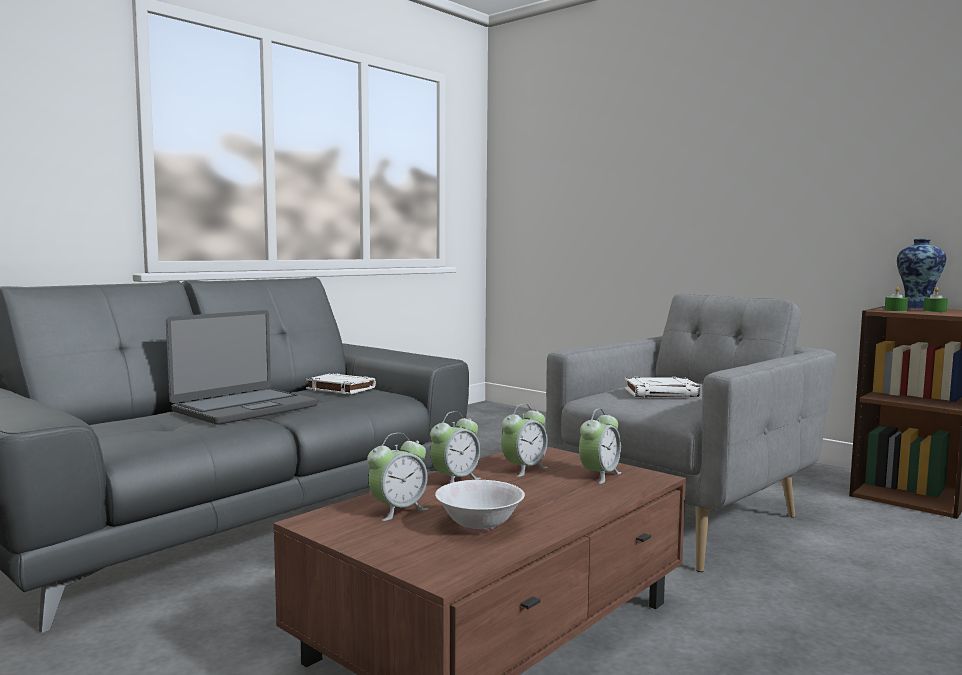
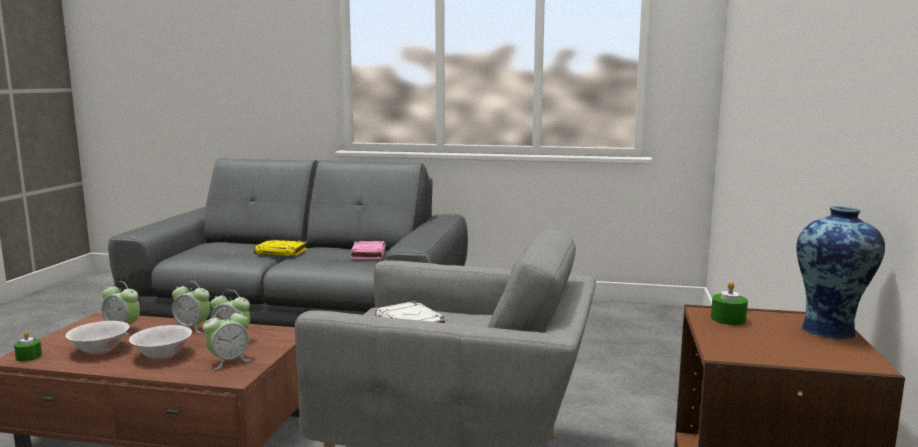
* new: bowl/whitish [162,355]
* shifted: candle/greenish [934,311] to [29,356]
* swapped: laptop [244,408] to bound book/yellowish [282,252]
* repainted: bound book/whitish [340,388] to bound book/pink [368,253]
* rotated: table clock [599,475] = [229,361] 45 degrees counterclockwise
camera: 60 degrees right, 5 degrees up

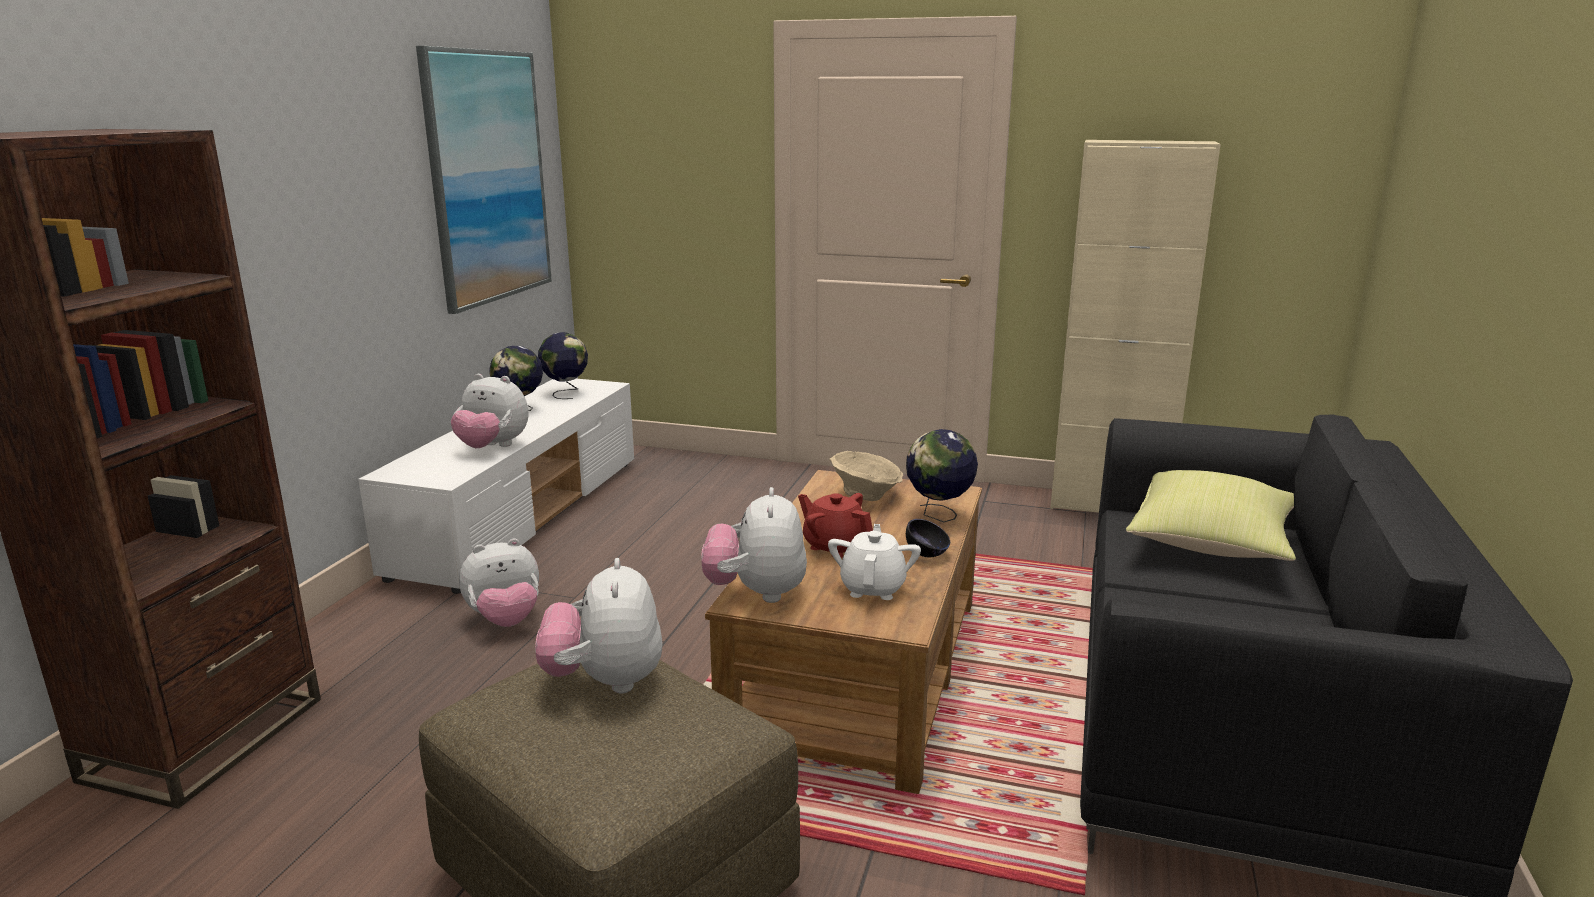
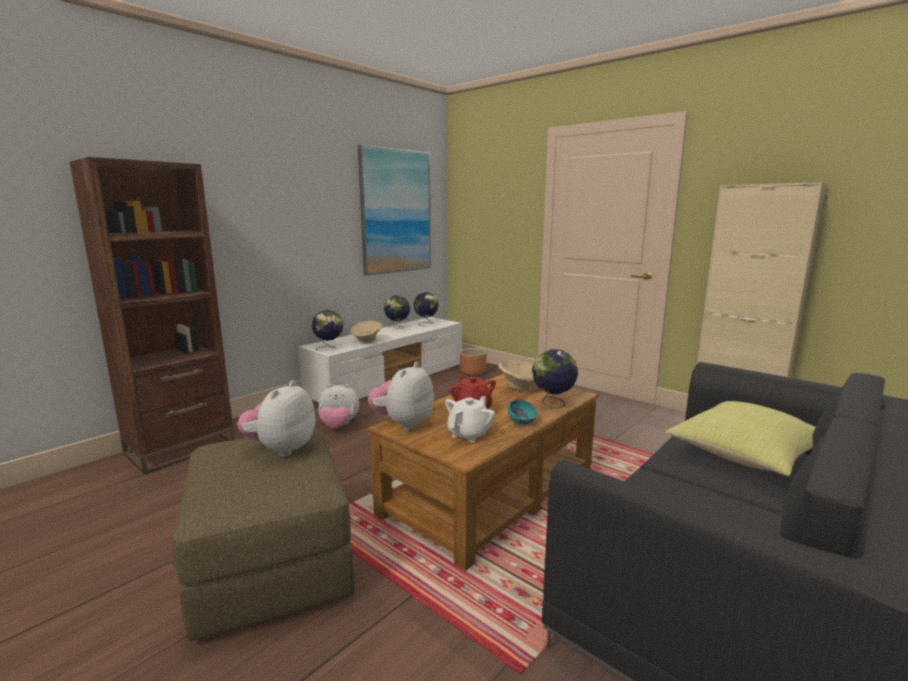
* new: globe [329,348]
* new: planter/brown [473,374]
* swapped: cuddly toy [492,447] to bowl/sand-coloured [366,341]
* repainted: bowl/blackish [927,554] to bowl/turquoise [521,423]
camera: 25 degrees right, 5 degrees down

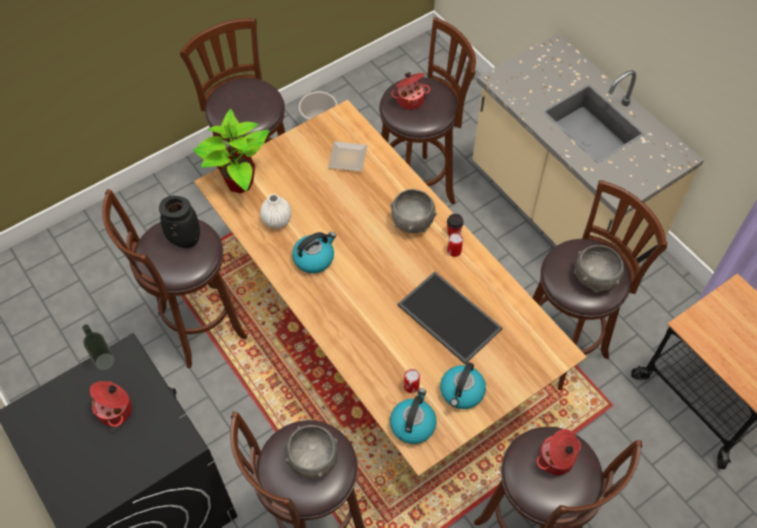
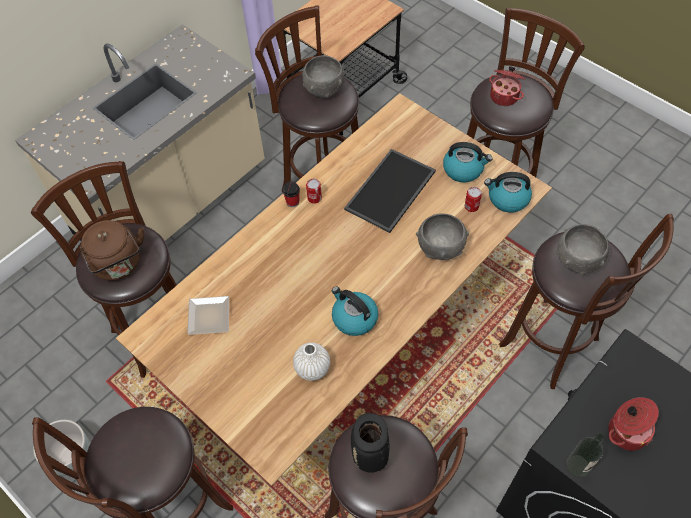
* gone: houseplant [239,183]
* shifted: bowl/gray [412,221] to [440,247]
* swapped: cooking pot [410,99] to water kettle/brown [119,265]
camera: 100 degrees left, 0 degrees up

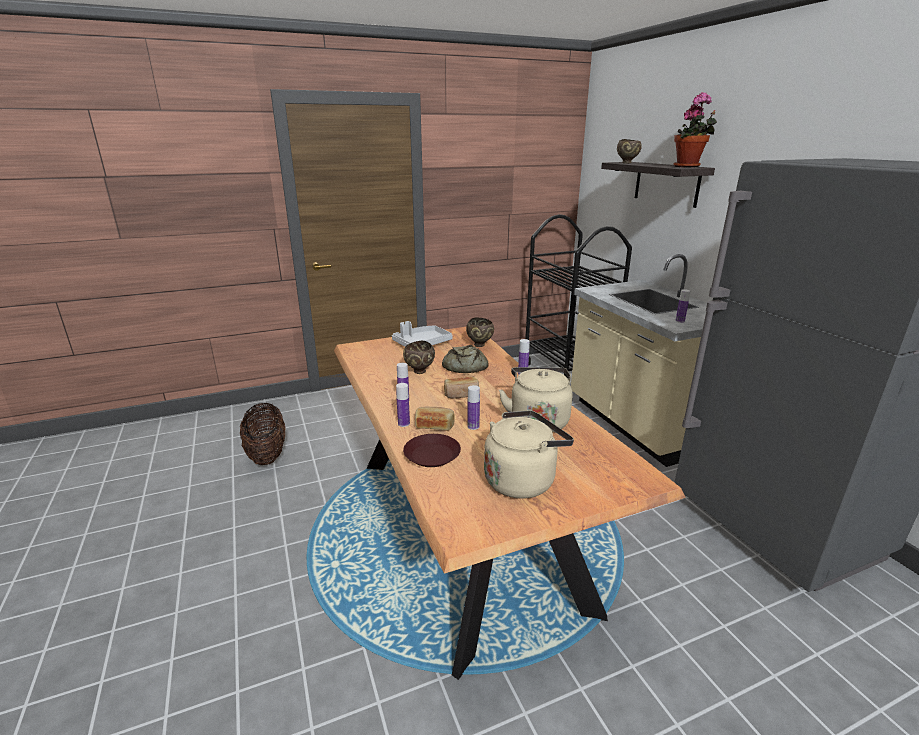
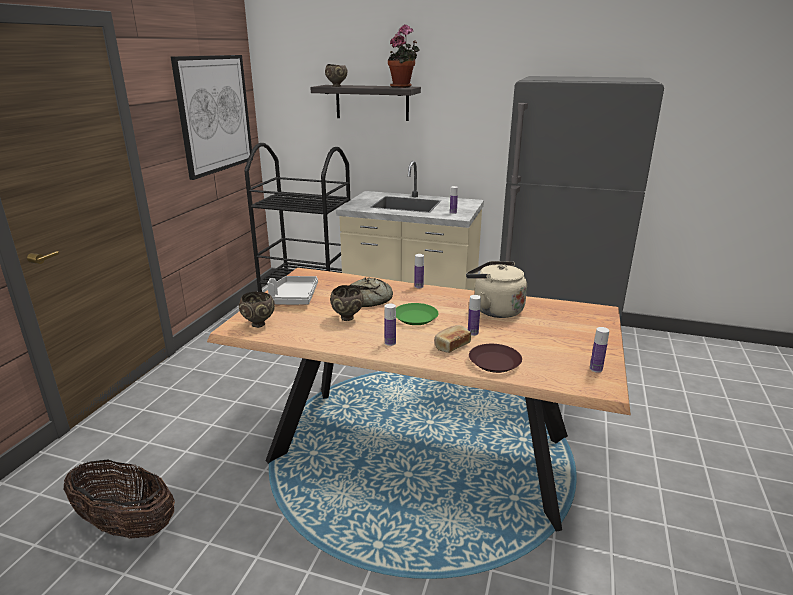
* gone: water kettle/sand-coloured [522,480]
* new: picture [215,114]
* shifted: beverage bottle [403,423] to [596,369]
* shifted: bowl/brown [480,345] to [259,324]
* swapped: baked bread [461,394] to dinner plate/greenish [415,318]
camera: 50 degrees left, 0 degrees up

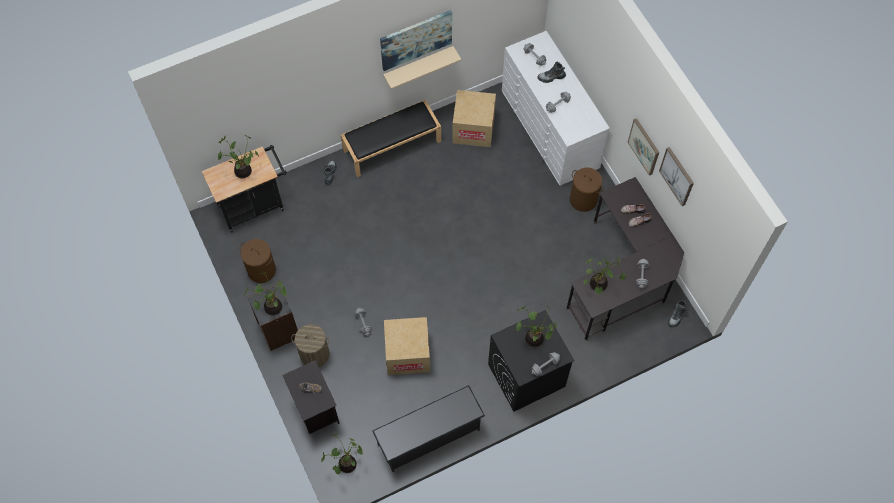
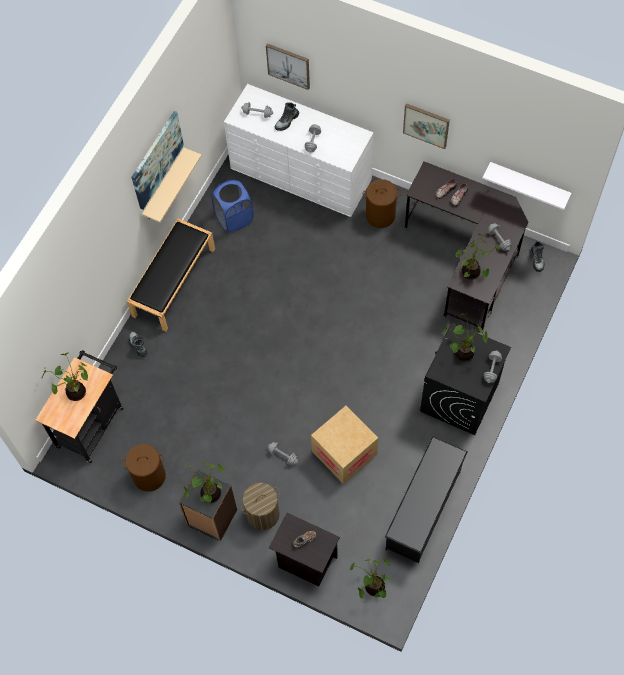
* new: shelf/whitish [529,183]
* shifted: picture [677,176] to [288,65]
* swapped: cardboard box [473,129] to washing basket/blue-coloured [234,218]
camera: 35 degrees left, 0 degrees up

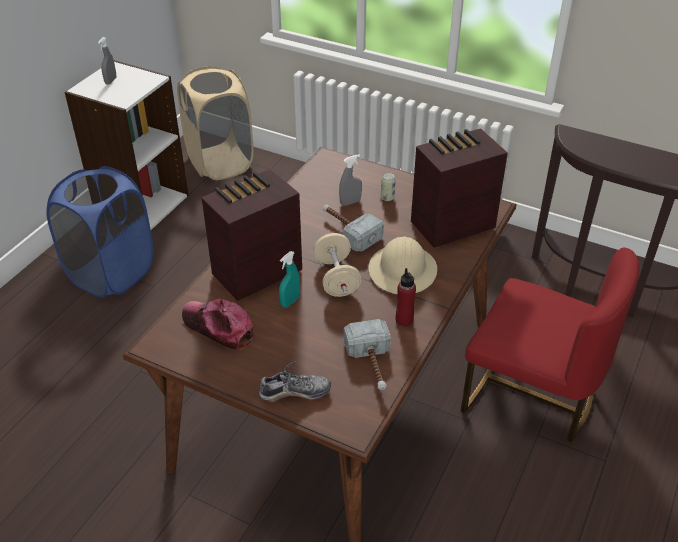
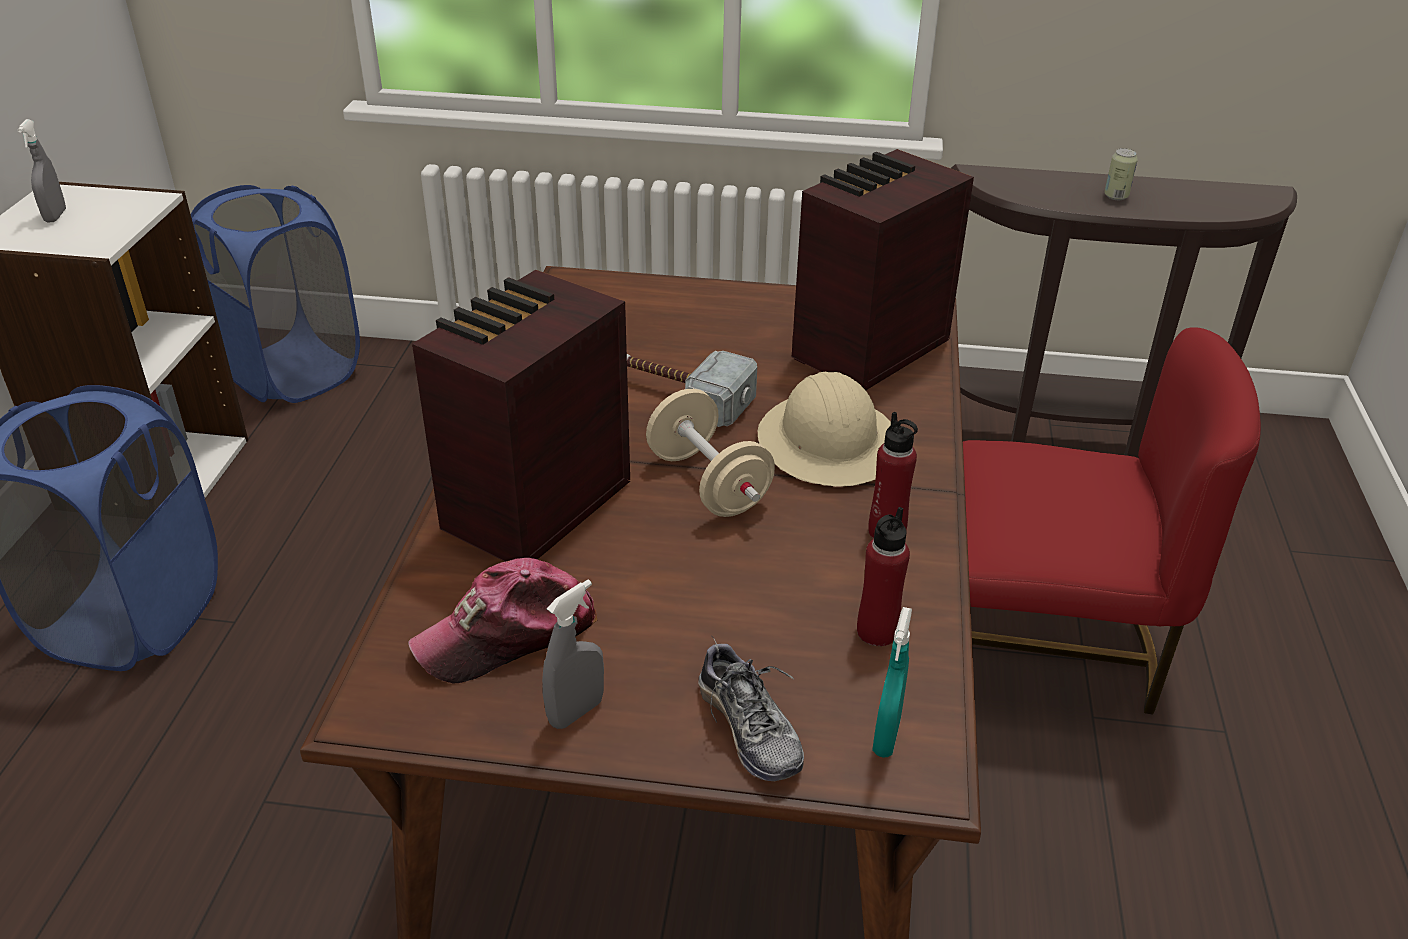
* shifted: hand sprayer/turquoise [290,301] to [886,736]
* shifted: hand sprayer/gray [350,202] to [576,712]
* shifted: metal can [387,198] to [1116,196]
* swapped: tool hammer [372,365] to beverage bottle/red-coloured [876,631]
* repainted: washing basket/sand-coloured [220,162] to washing basket/blue-coloured [292,372]
* rotated: baseball cap [219,327] = [508,634] 45 degrees counterclockwise
* rotated: shoe [295,392] = [749,729] 90 degrees clockwise
camera: 20 degrees left, 5 degrees down

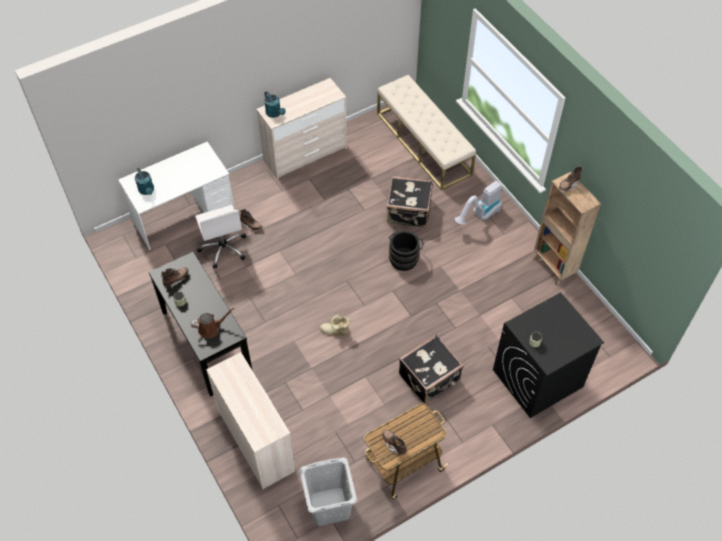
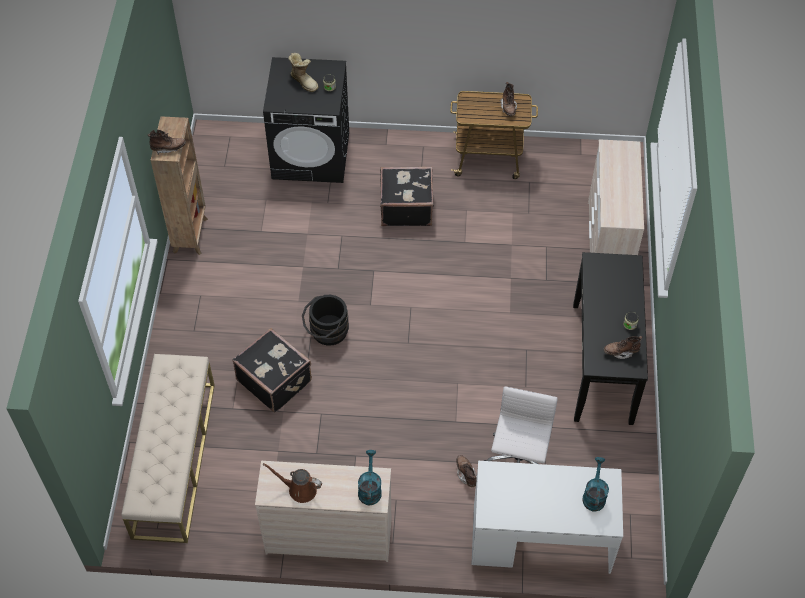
* gone: washing basket/gray [330,506]
* gone: vacuum cleaner [479,216]
* shifted: watering can/brown [211,328] to [299,489]
* shifted: tall boot [335,331] to [304,81]
camera: 145 degrees left, 0 degrees up

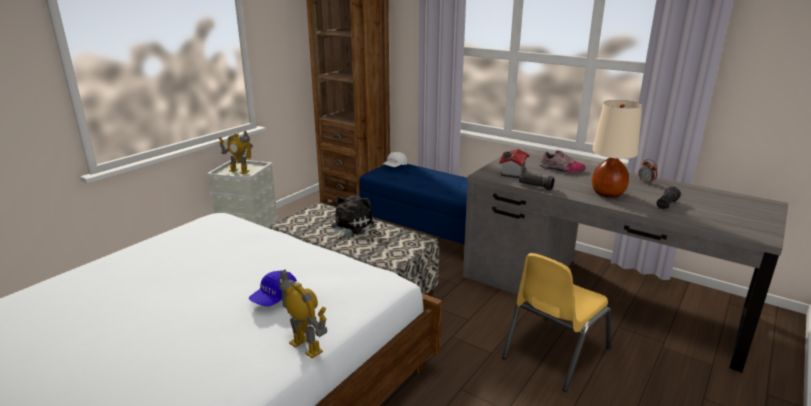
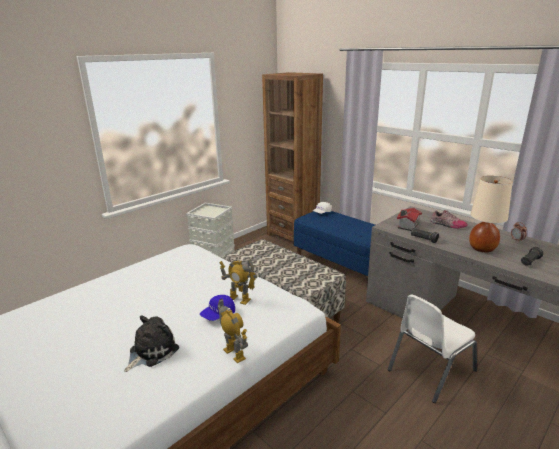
* shifted: robot figure [239,171] to [239,299]
* shifted: cuddly toy [350,226] to [151,351]
* repainted: upright chair/yellowish [554,352] to upright chair/whitish [430,370]
camera: 10 degrees right, 0 degrees up

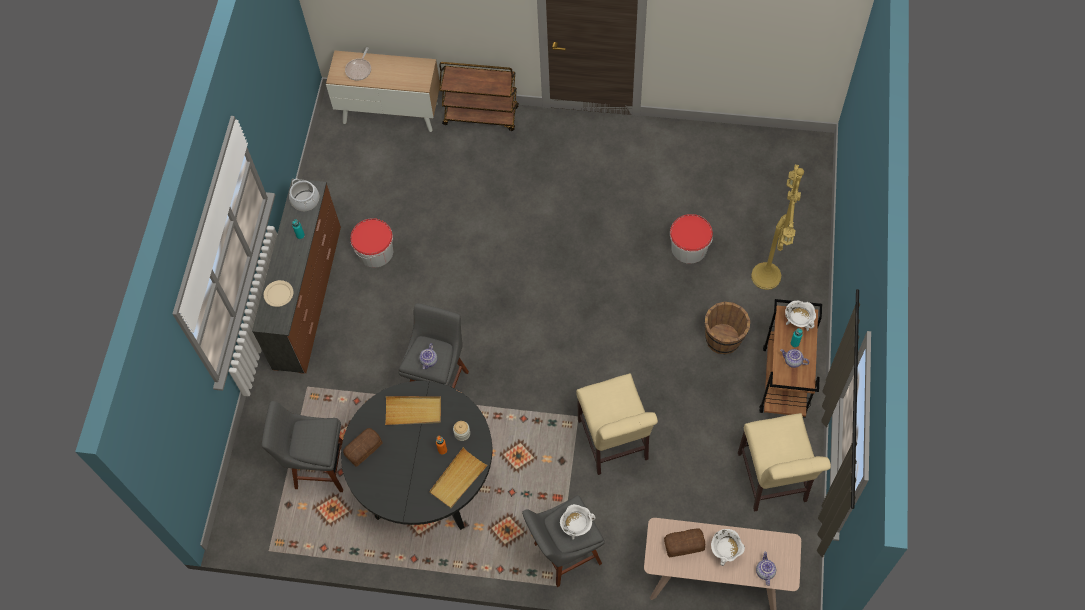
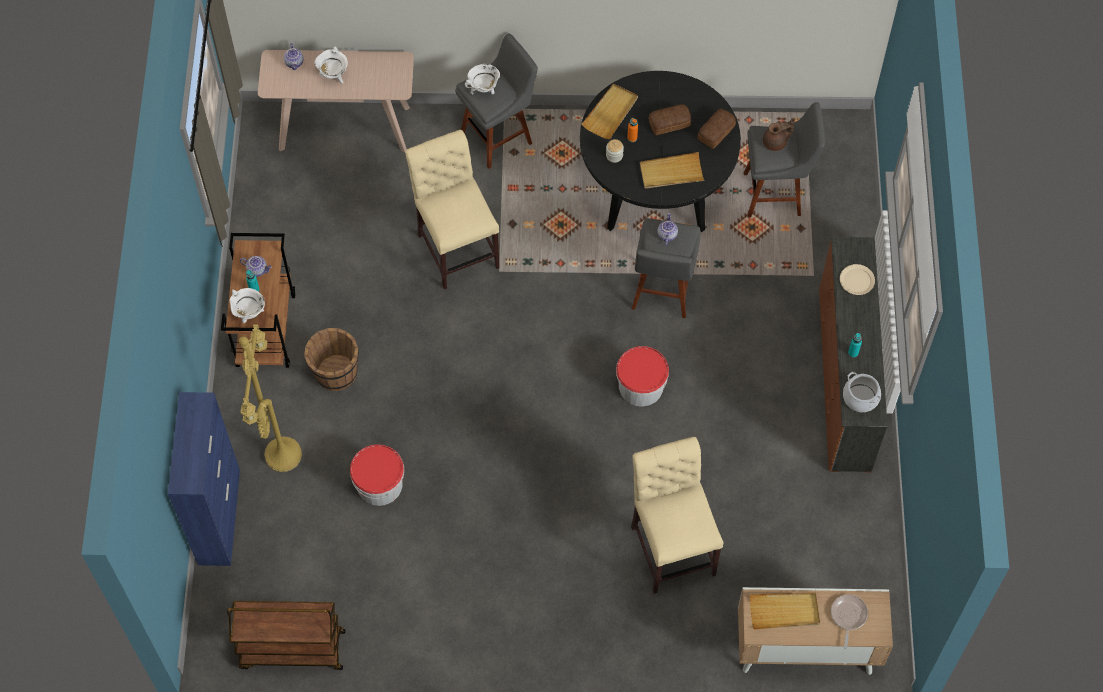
* new: storage cabinet/blue-coloured [219,516]
* new: serving tray/sand-coloured [784,611]
* new: teapot/brown [776,142]
* shifted: water bucket [375,251] to [641,386]
* shifted: trolley/brown [481,115] to [291,650]
* shifted: baked bread [683,544] to [670,123]
* shifted: upright chair/sand-coloured [772,481] to [671,545]
camera: 170 degrees right, 0 degrees up

